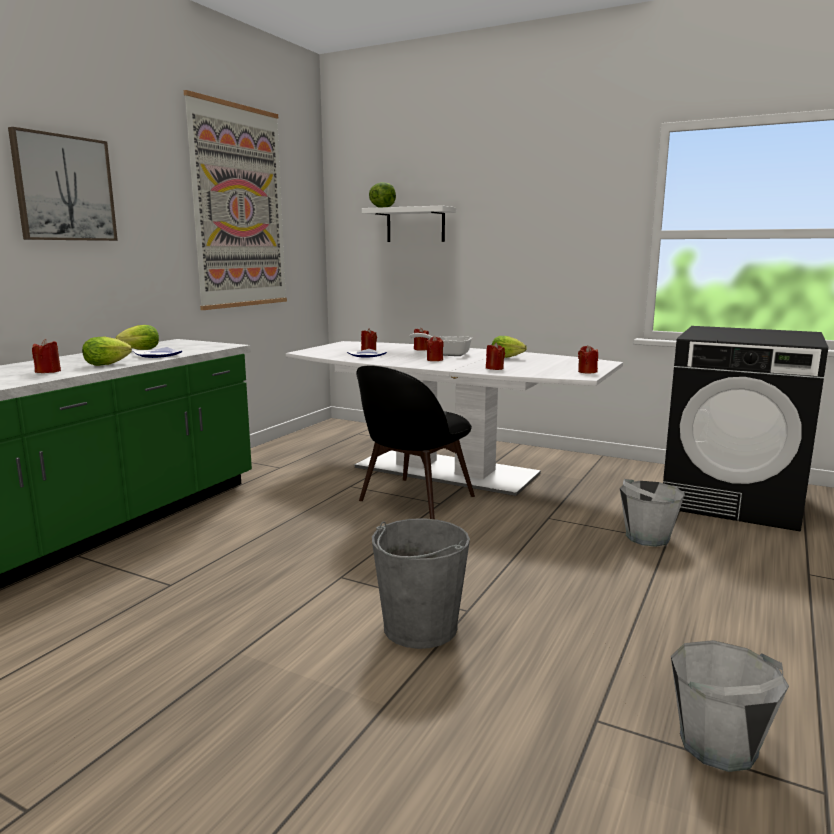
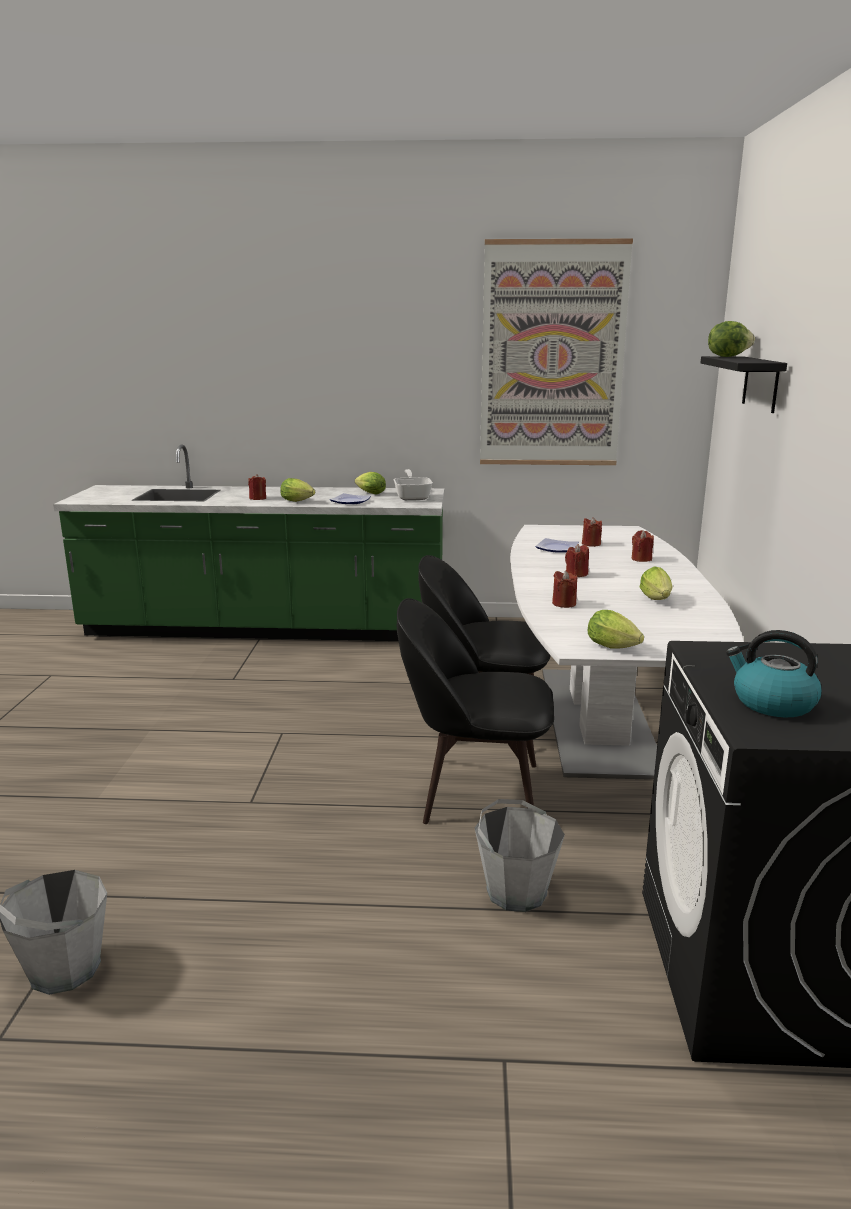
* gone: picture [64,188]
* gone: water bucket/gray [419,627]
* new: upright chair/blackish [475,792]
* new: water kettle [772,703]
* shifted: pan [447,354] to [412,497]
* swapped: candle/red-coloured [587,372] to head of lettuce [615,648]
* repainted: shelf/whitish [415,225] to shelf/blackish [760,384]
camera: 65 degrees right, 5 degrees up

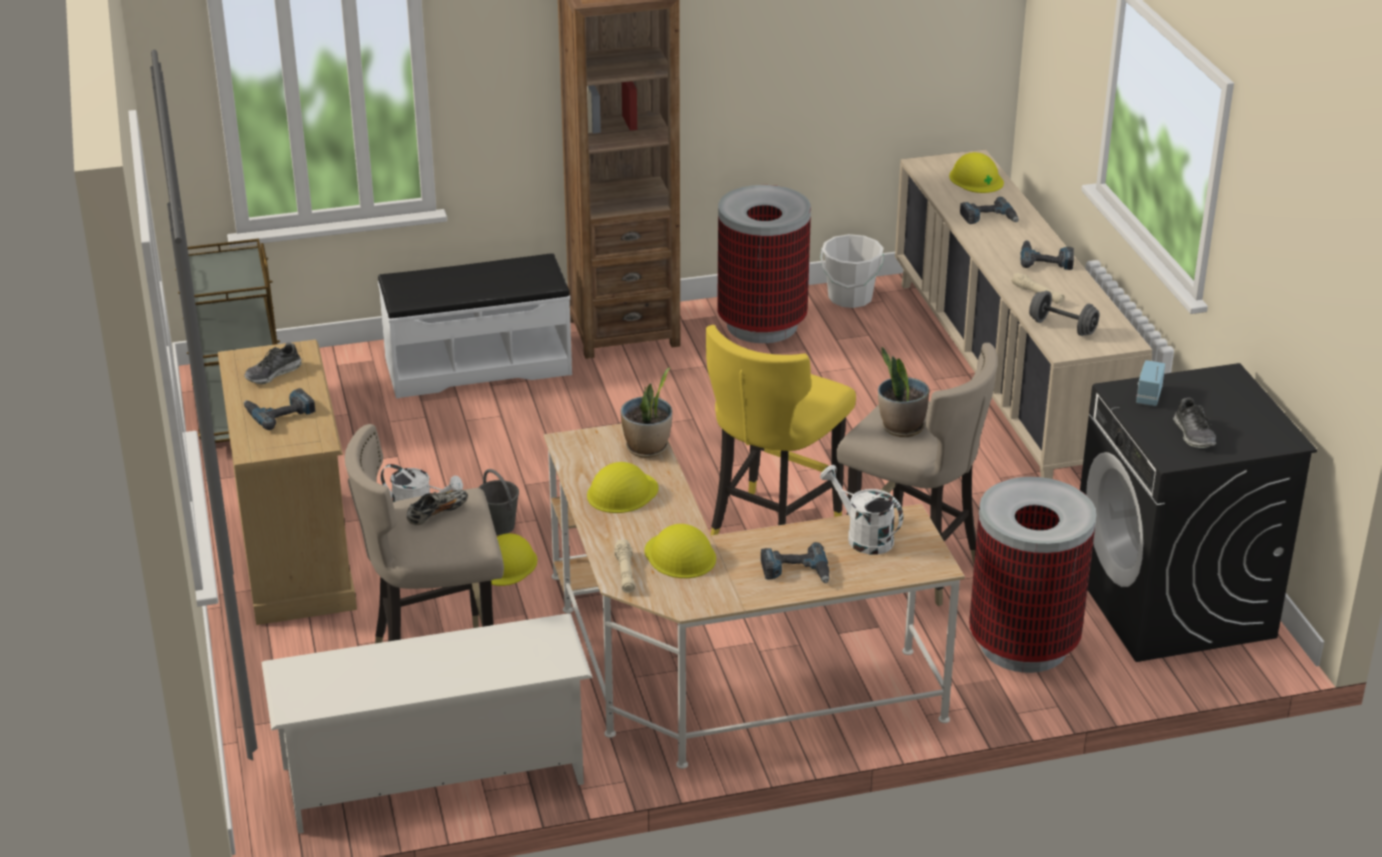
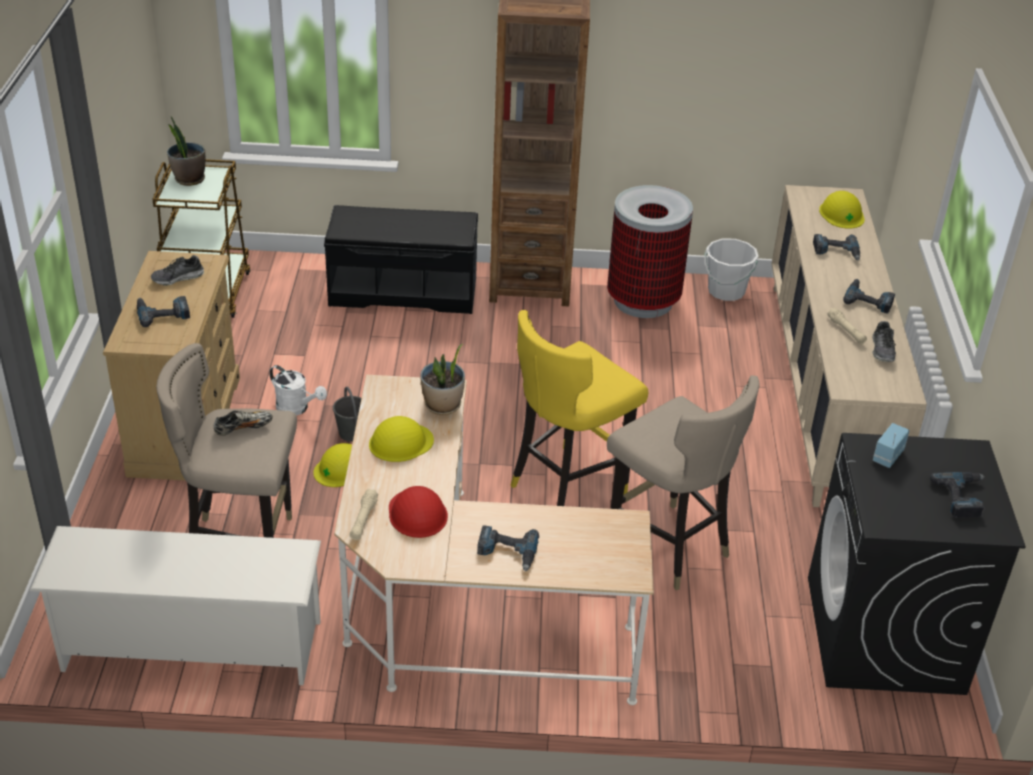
* gone: watering can/whitish [862,537]
* gone: rubbish bin [1023,645]
* gone: hand weight/gray [1062,327]
* new: electric drill [963,497]
* shifted: houseplant [901,428] to [189,179]
* shifted: shoe [1194,434] to [882,350]
* repainted: long seat/whitish [477,366] to long seat/blackish [403,291]
* repainted: safety helmet/yellowish [680,555] to safety helmet/red-coloured [417,513]
camera: 15 degrees right, 5 degrees up

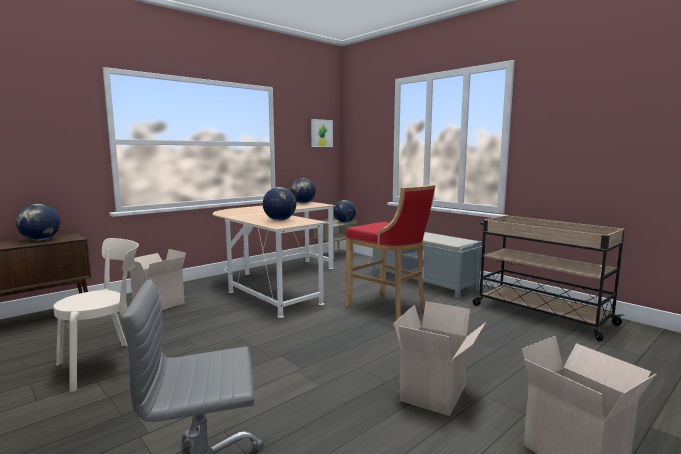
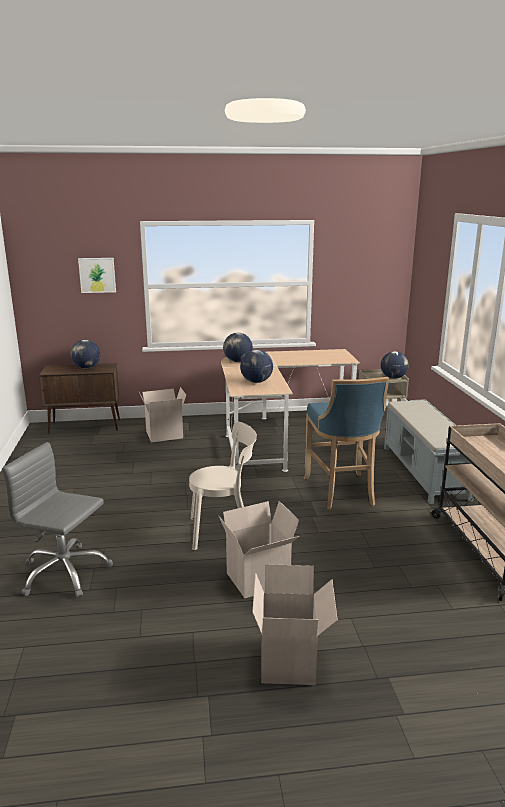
* shifted: upright chair/sand-coloured [107,364] to [224,531]
* shifted: globe [303,203] to [237,361]
* shifted: picture [321,133] to [97,275]
* repainted: stool seat/red-coloured [389,307] to stool seat/blue-coloured [341,492]
camera: 35 degrees right, 10 degrees up

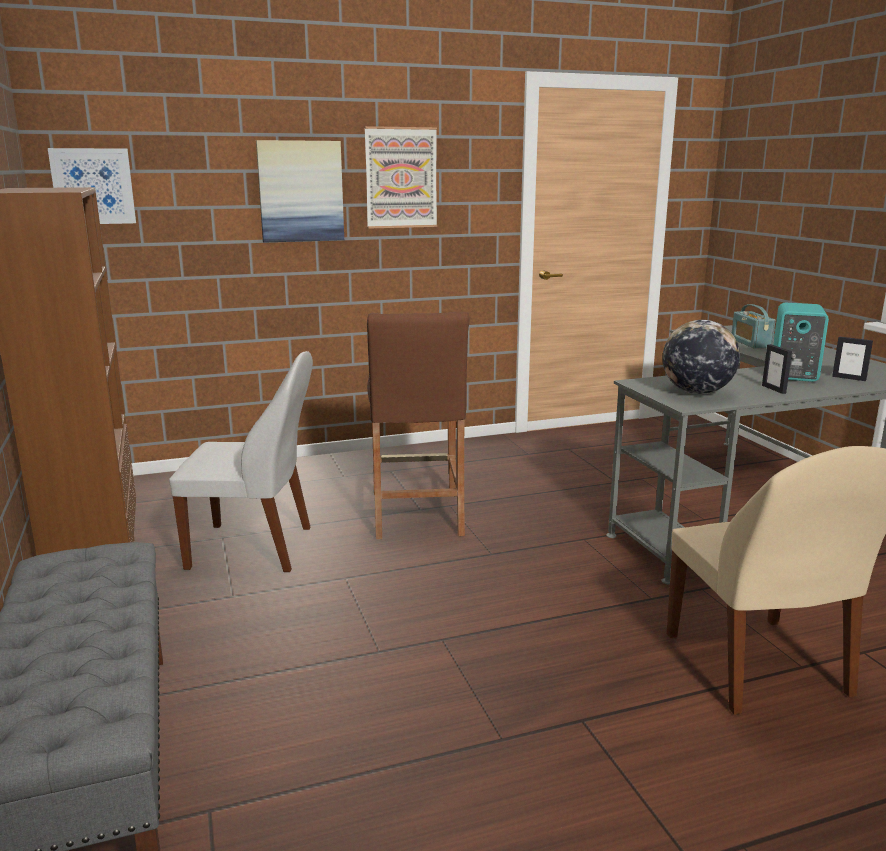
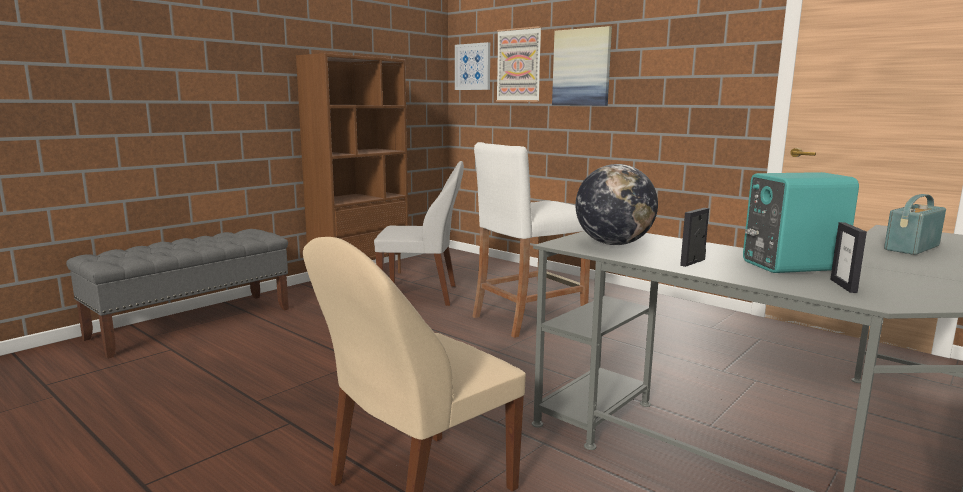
* shifted: picture [401,178] to [519,65]
* repainted: stool seat/brown [416,513] to stool seat/whitish [529,318]
* rotated: upright chair/whitish [254,548] = [421,295] 60 degrees counterclockwise
camera: 60 degrees right, 5 degrees down

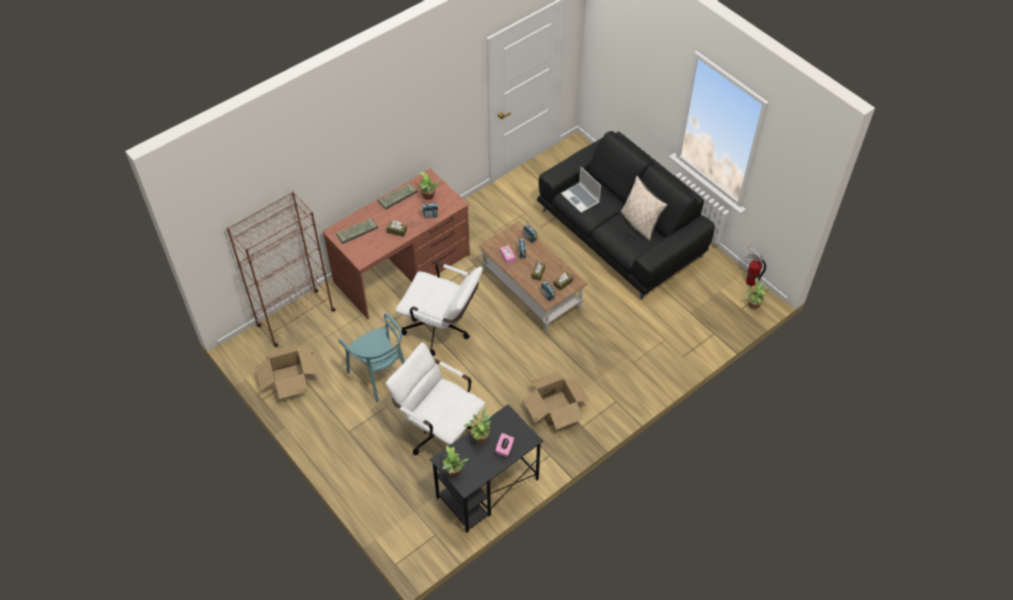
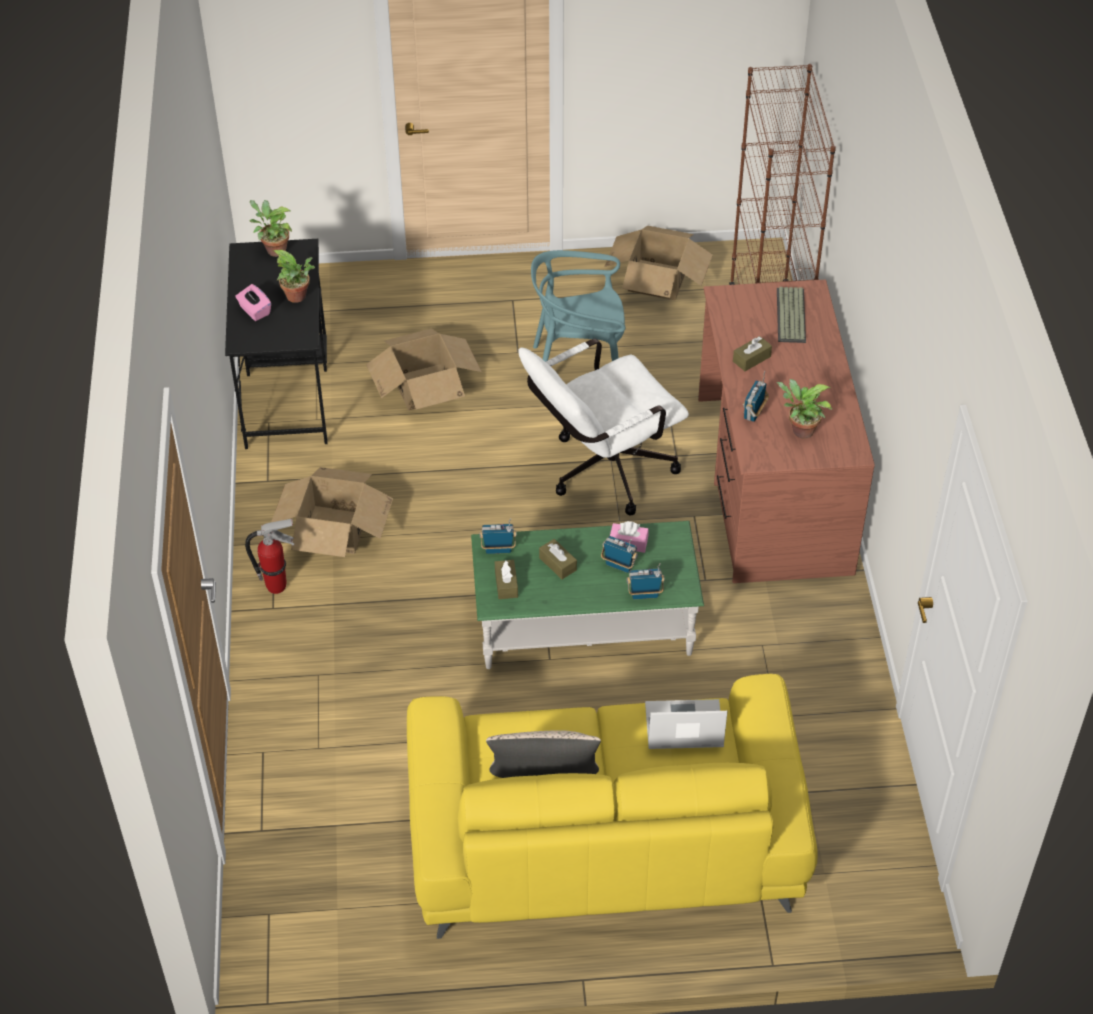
* gone: keyboard [397,196]
* gone: houseplant [753,304]
* shifted: extinguisher [750,282] to [277,586]
* swapped: office chair/whitish [439,430] to cardboard box [425,387]
* repainted: coffee table/brown [531,290] to coffee table/greenish [584,625]
* repainted: couch/blackish [621,234] to couch/yellowish [603,838]
camera: 125 degrees right, 5 degrees down

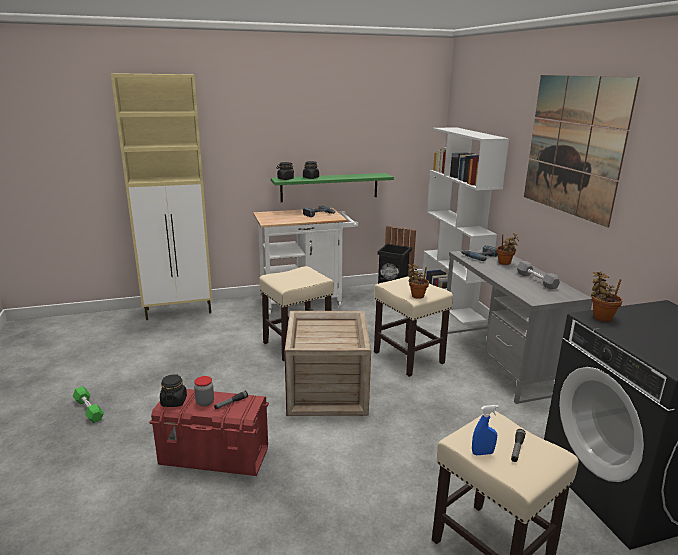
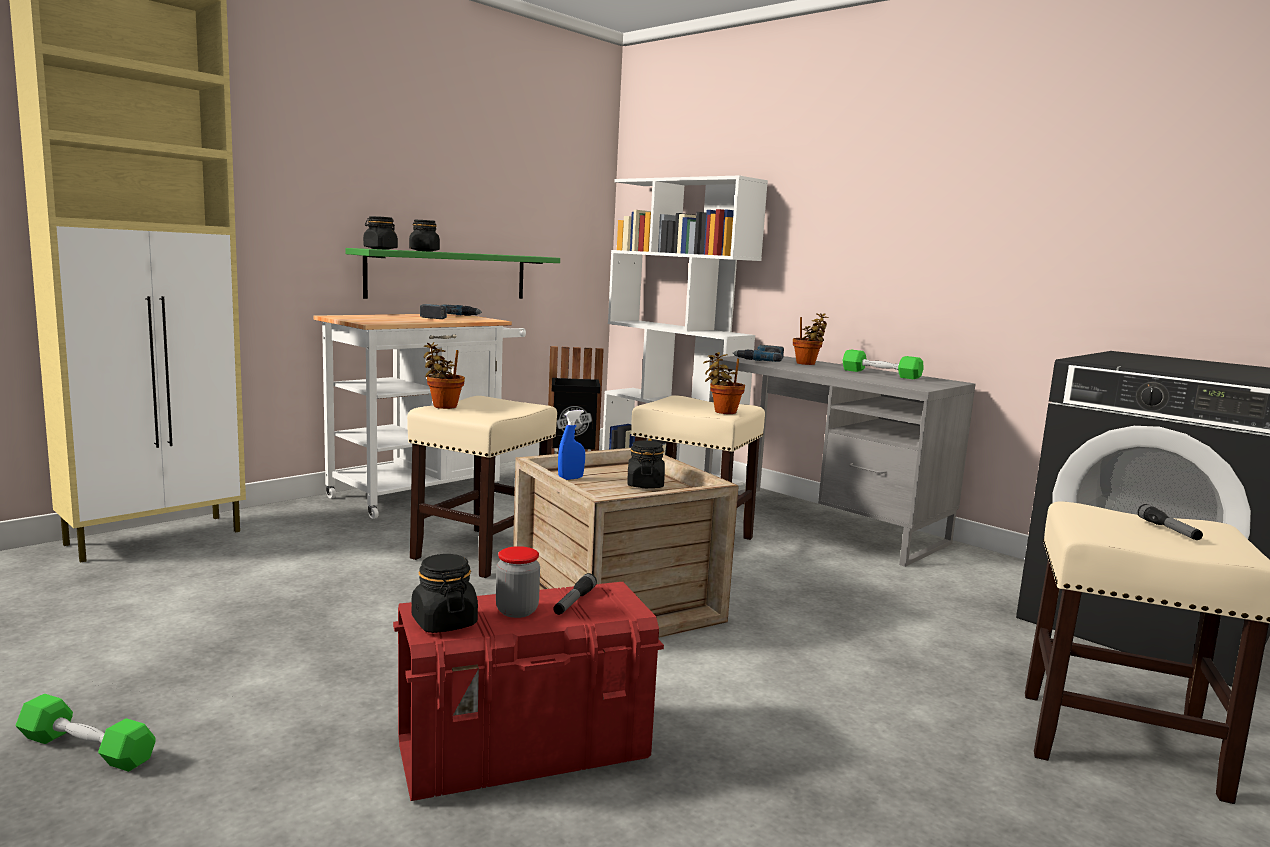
* gone: picture [574,146]
* new: storage jar/blackish [645,485]
* shifted: hand sprayer/blue-coloured [482,453] to [570,478]
* shifted: houseplant [600,317] to [443,406]
* repainted: hand weight/gray [536,280] to hand weight/greenish [880,374]
camera: 30 degrees left, 10 degrees down

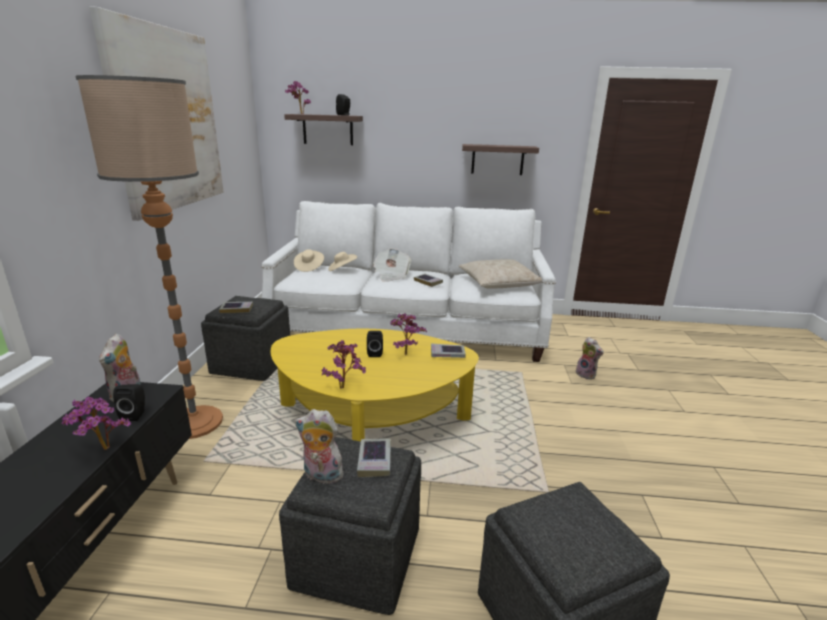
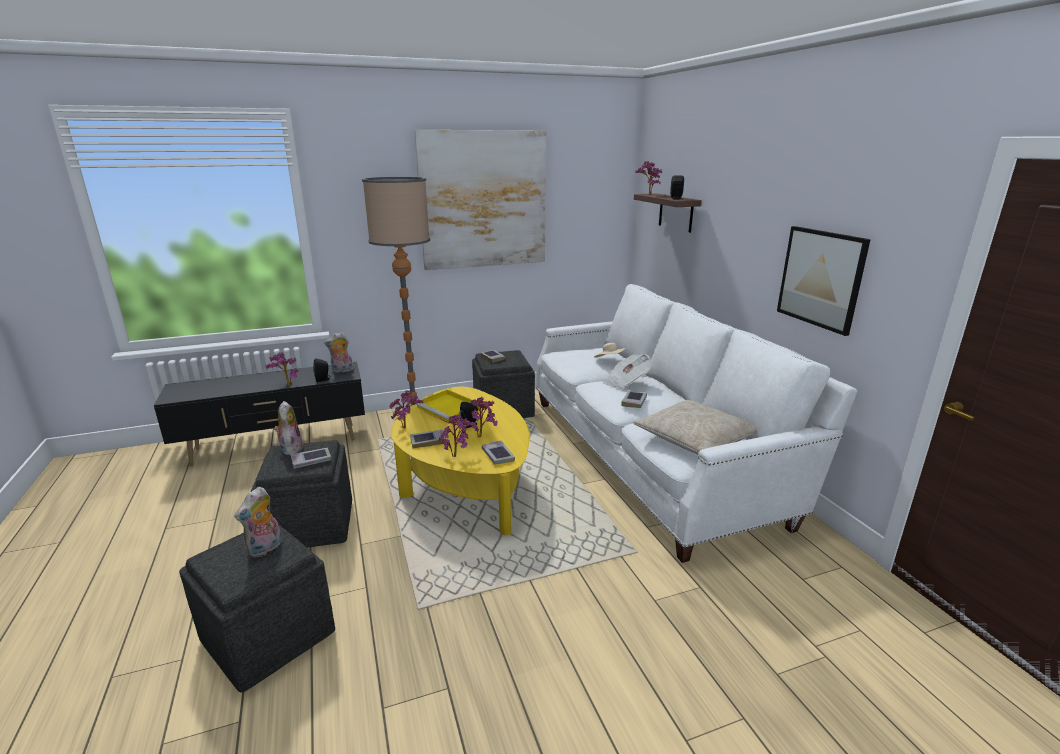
* gone: wearable hat/sand-coloured [309,267]
* new: bound book [428,441]
* new: serving tray/yellowish [449,409]
* new: houseplant [457,456]
* shifted: cuddly toy [587,374] to [266,548]
* swapped: shelf [497,159] to picture [820,278]
camera: 65 degrees right, 0 degrees up

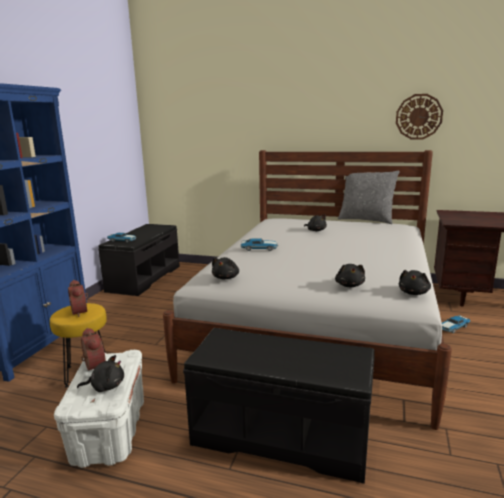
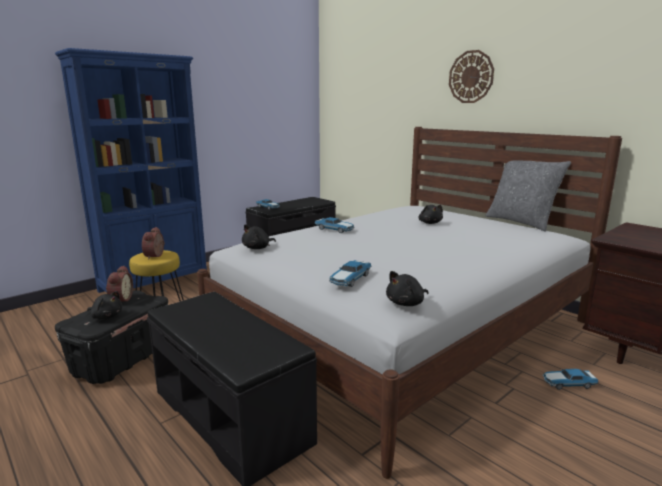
* shifted: hanging clock [418,117] to [471,77]
* swapped: cuddly toy/blackish [349,285] to toy car [350,279]
* repainted: storage bin/whitish [109,431] to storage bin/blackish [122,360]
camera: 30 degrees right, 0 degrees up

